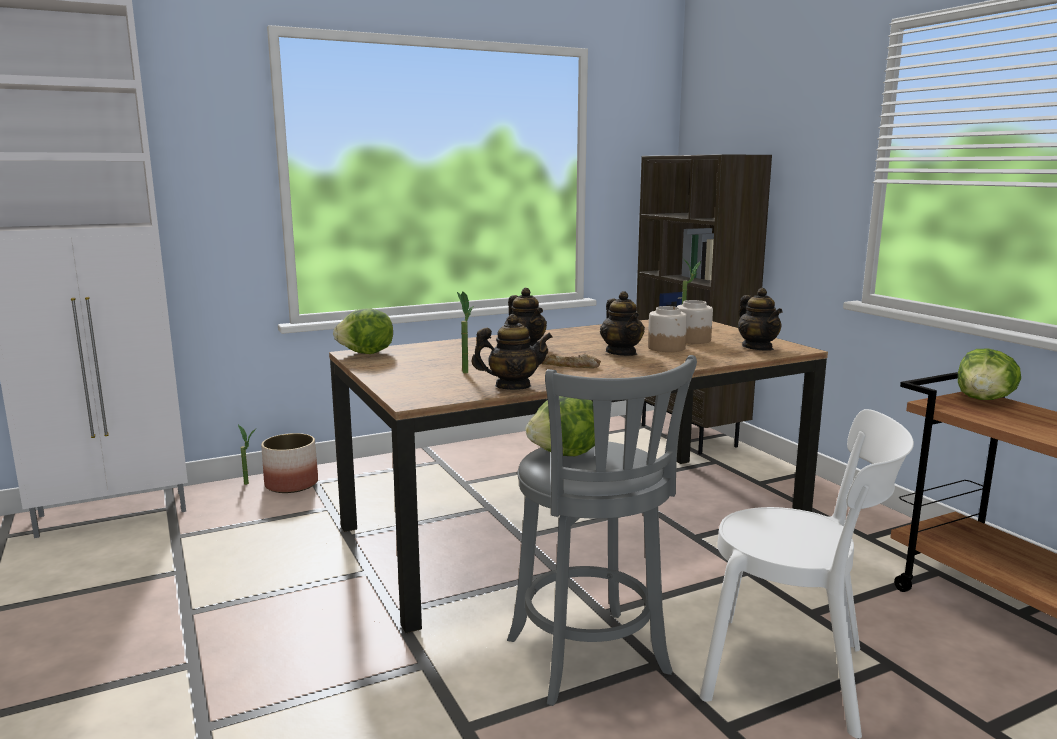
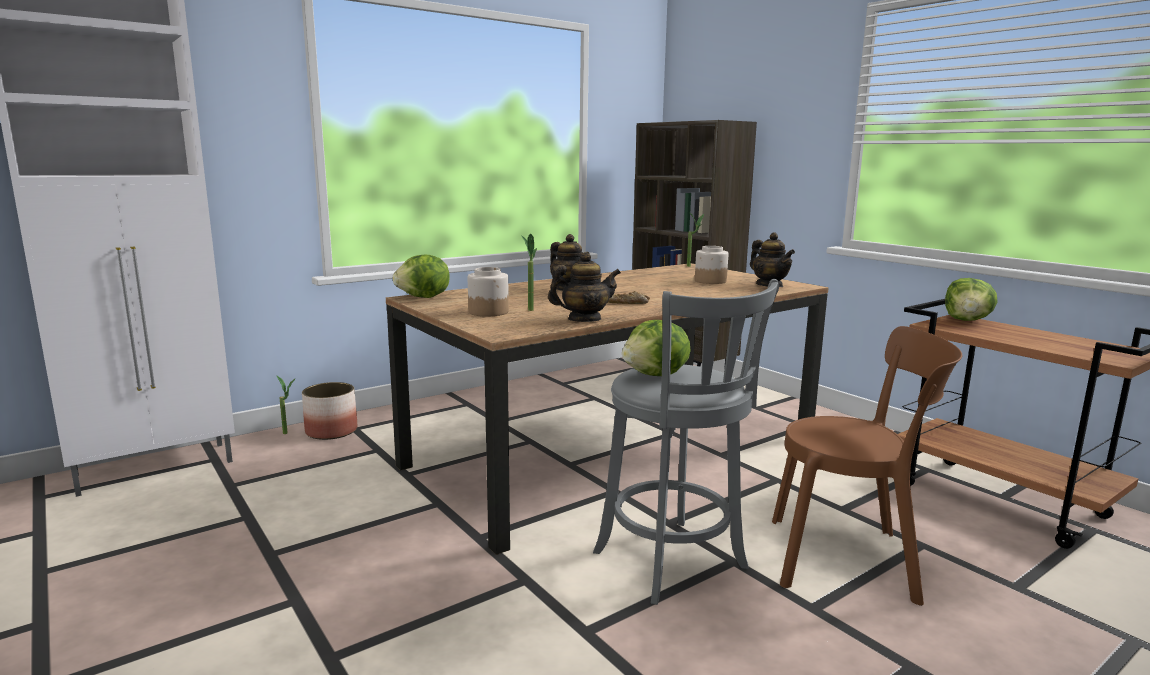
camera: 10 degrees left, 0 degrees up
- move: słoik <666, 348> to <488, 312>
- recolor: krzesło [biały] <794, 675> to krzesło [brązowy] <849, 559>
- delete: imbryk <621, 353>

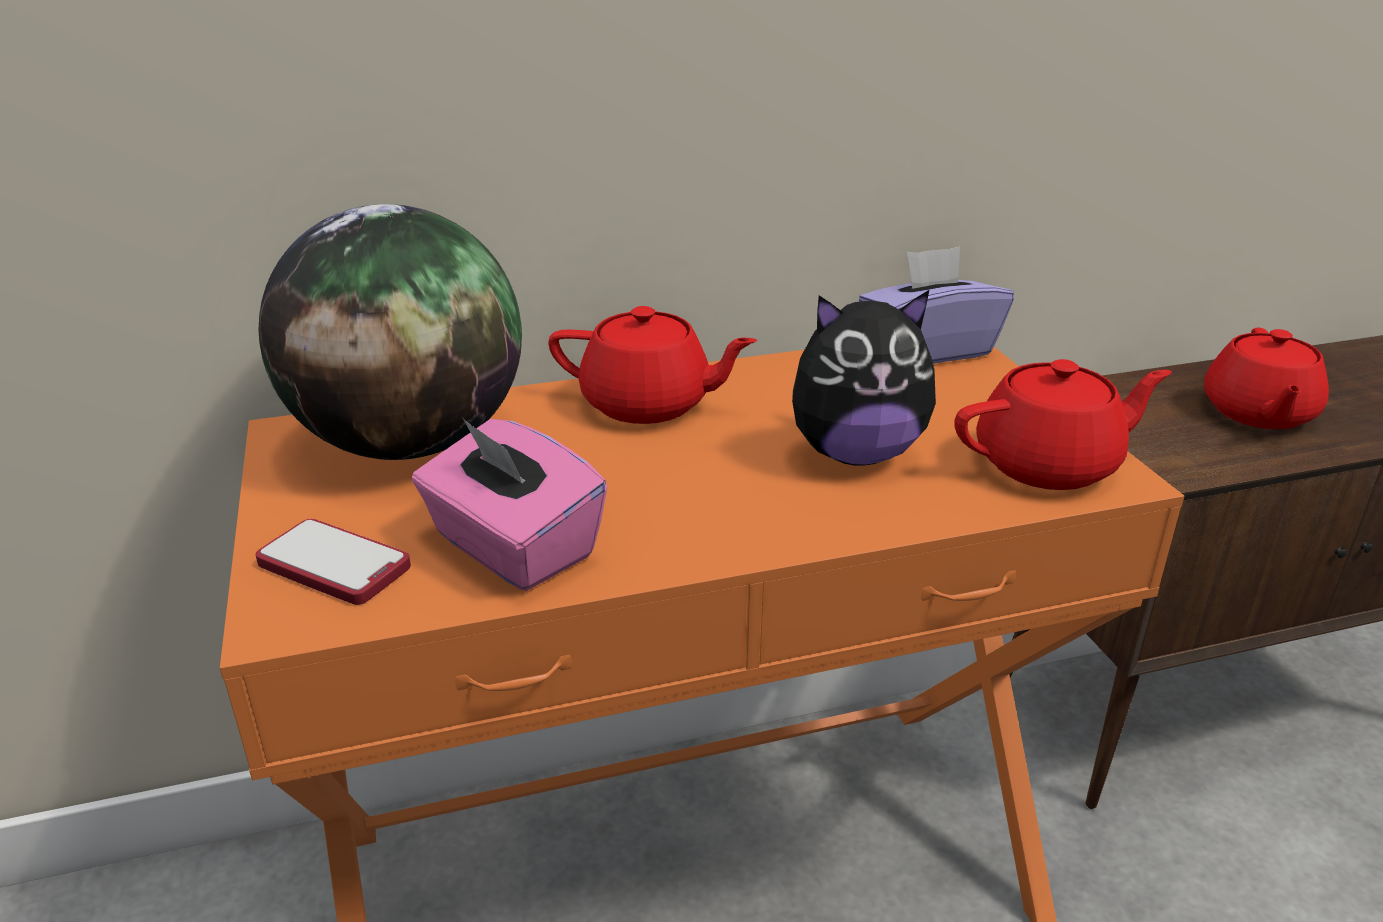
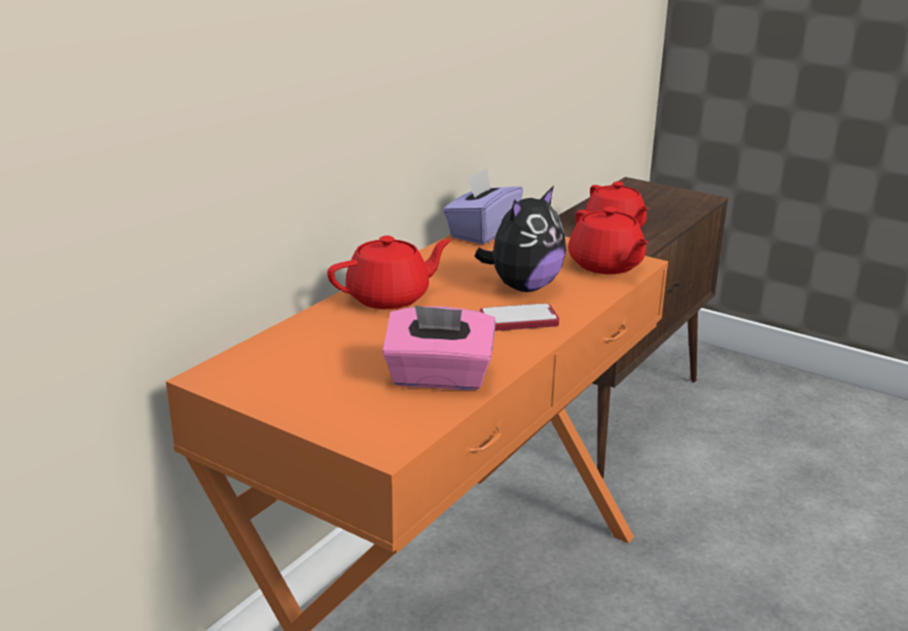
camera: 40 degrees left, 5 degrees down
- move: telefon <334, 565> to <518, 320>
- rotate: imbryk [czerwony] <1049, 465> = <606, 265> 120 degrees clockwise
- delete: globus <411, 443>

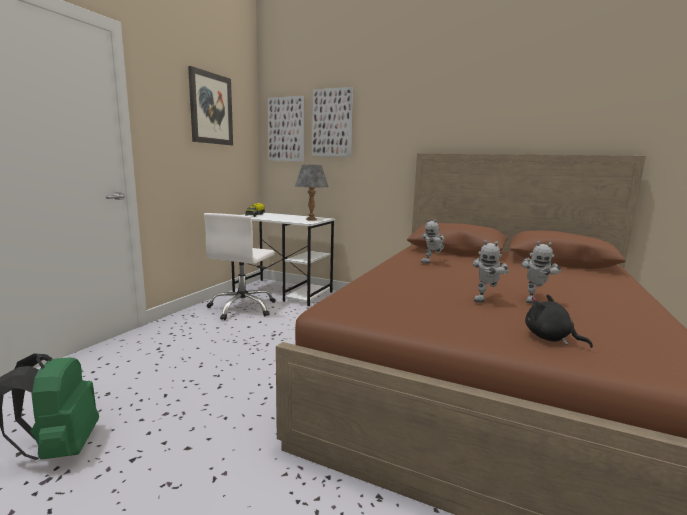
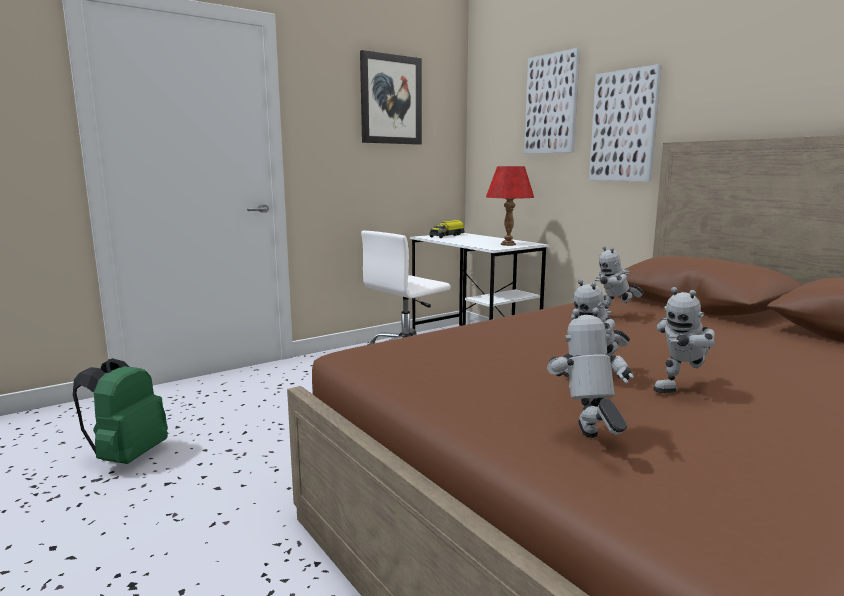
camera: 30 degrees right, 0 degrees up
- recolor: lampa stołowa [szary] <311, 219> to lampa stołowa [czerwony] <508, 244>
- replace: pluszak [czarny] <550, 338> to robot zabawkowy <588, 442>
- move: obraz <286, 129> to <624, 126>

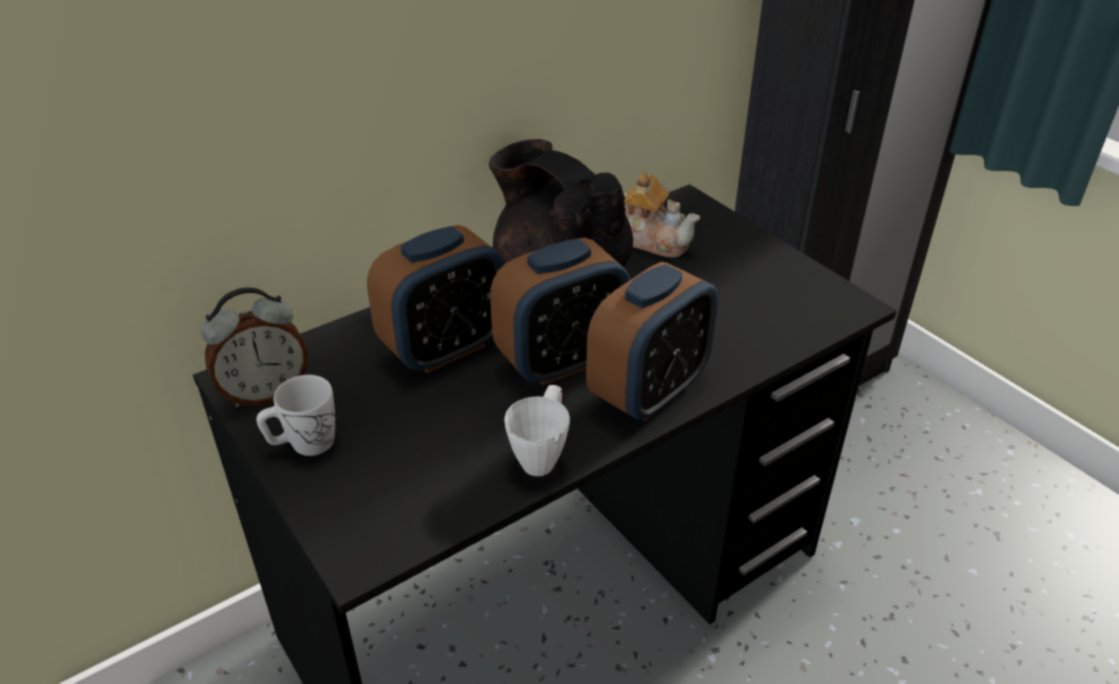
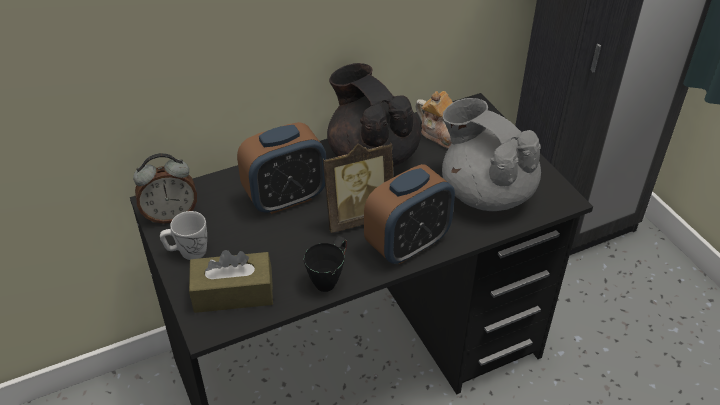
camera: 10 degrees right, 5 degrees up
- insert: pudełko chusteczek [brązowy] <233, 293>
- recolor: kubek [biały] <542, 454> to kubek [czarny] <329, 277>
- replace: budzik <561, 361> to ramka na zdjęcie <357, 216>
- insert: imbryk [szary] <485, 192>

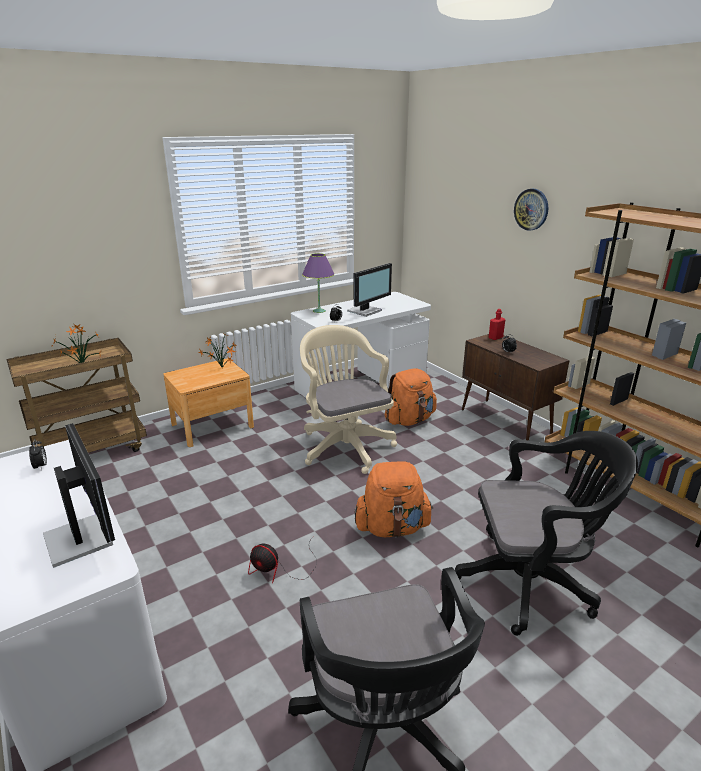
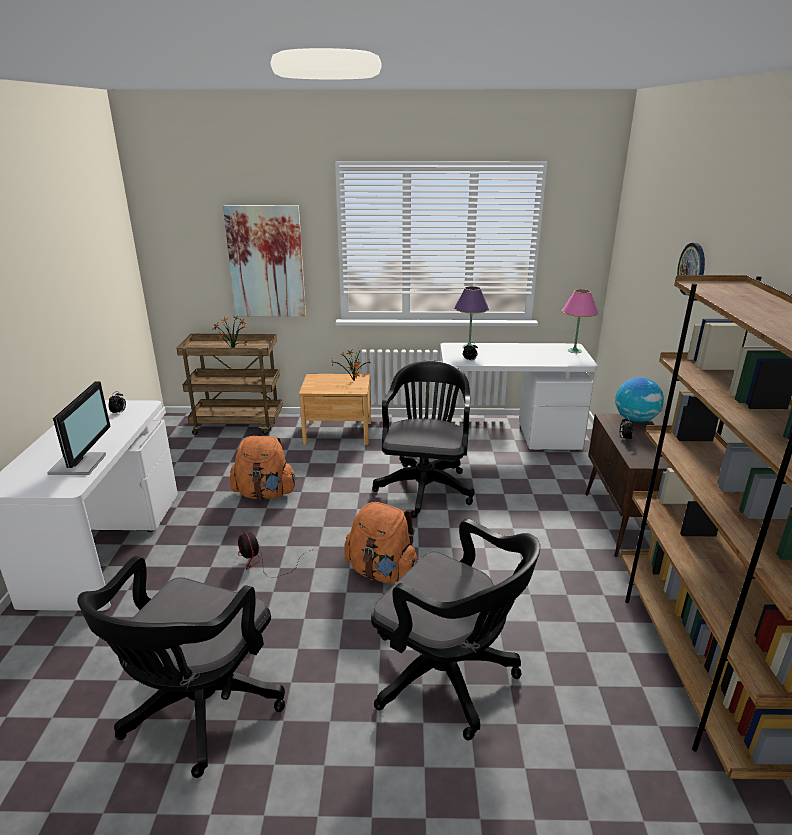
camera: 35 degrees right, 0 degrees up
- insert: obraz <266, 262>
- move: plecak [pomarańczowy] <409, 420> to <265, 493>
- recolor: krzesło biurowe [beżowy] <344, 445> to krzesło biurowe [czarny] <425, 486>
- insert: lampa stołowa [różowy] <574, 351>
- replace: butelka [czerwony] <495, 338> to globus <635, 420>
- delete: monitor <366, 311>

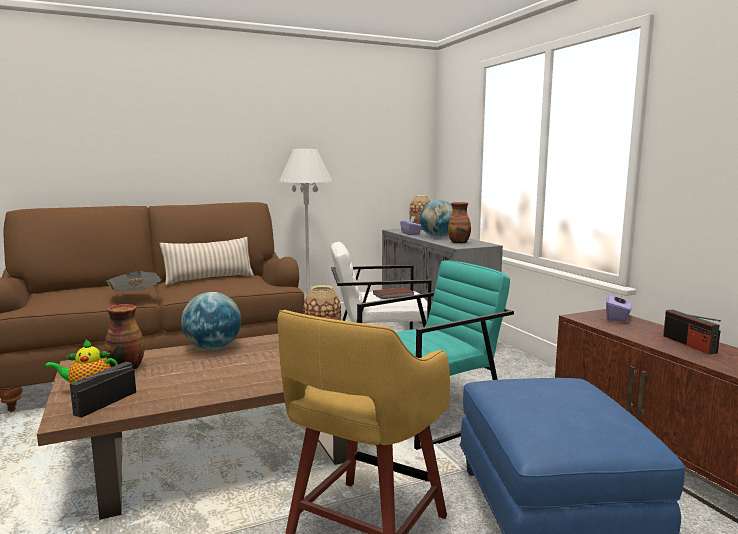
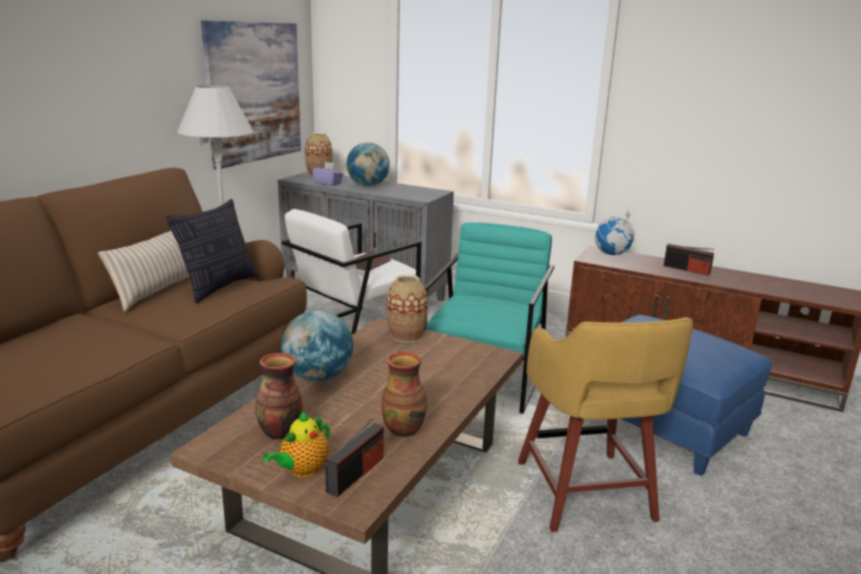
camera: 40 degrees left, 10 degrees up
- insert: poduszka <219, 287>
- insert: obraz <254, 92>
- rotate: radio <105, 403> = <356, 474> 135 degrees counterclockwise
- move: wazon <459, 242> to <404, 429>
- replace: pudełko chusteczek [fioletowy] <617, 318> to globus <612, 254>
- delete: gazeta <136, 296>

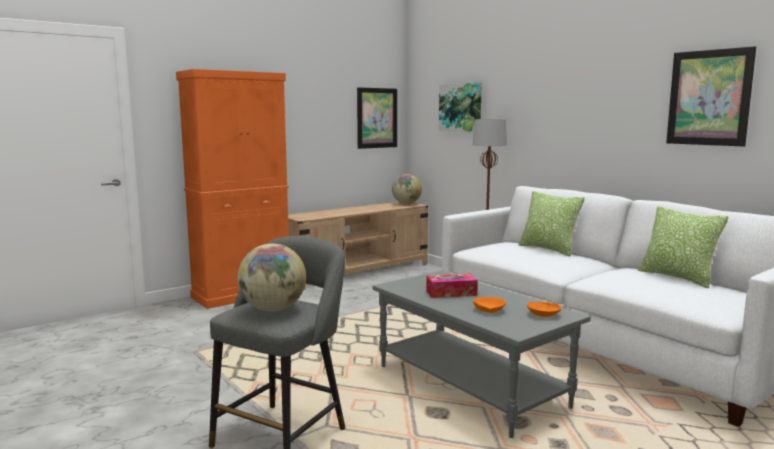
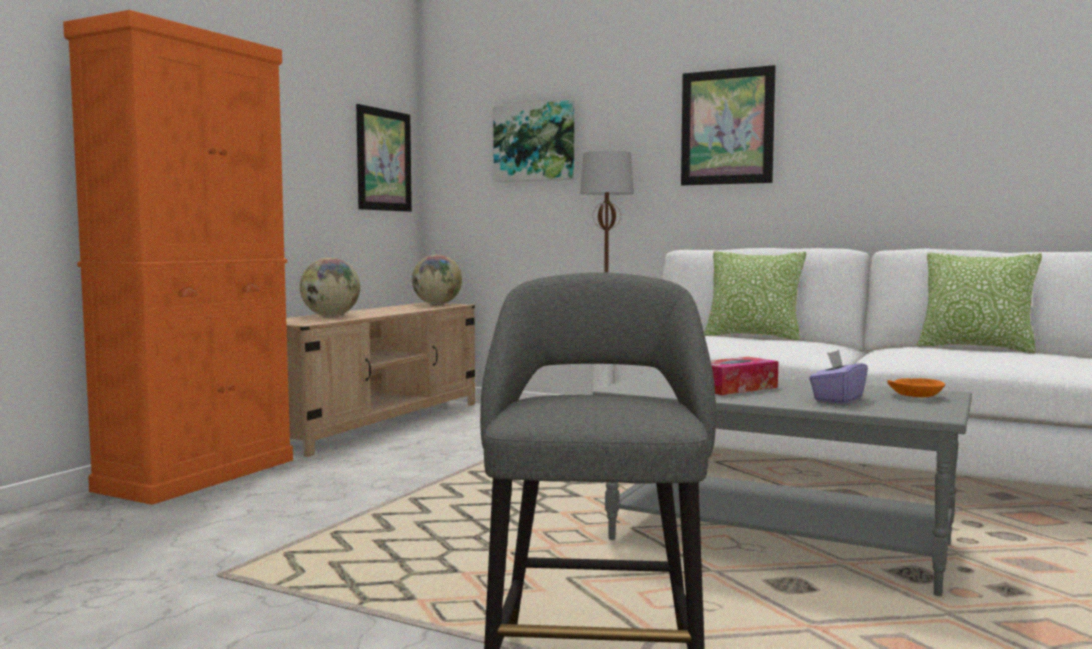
camera: 25 degrees left, 5 degrees down
- move: globus <273, 309> to <330, 316>
- move: obraz <709, 98> to <727, 127>
- replace: miska [pomarańczowy] <489, 310> to pudełko chusteczek [fioletowy] <837, 399>

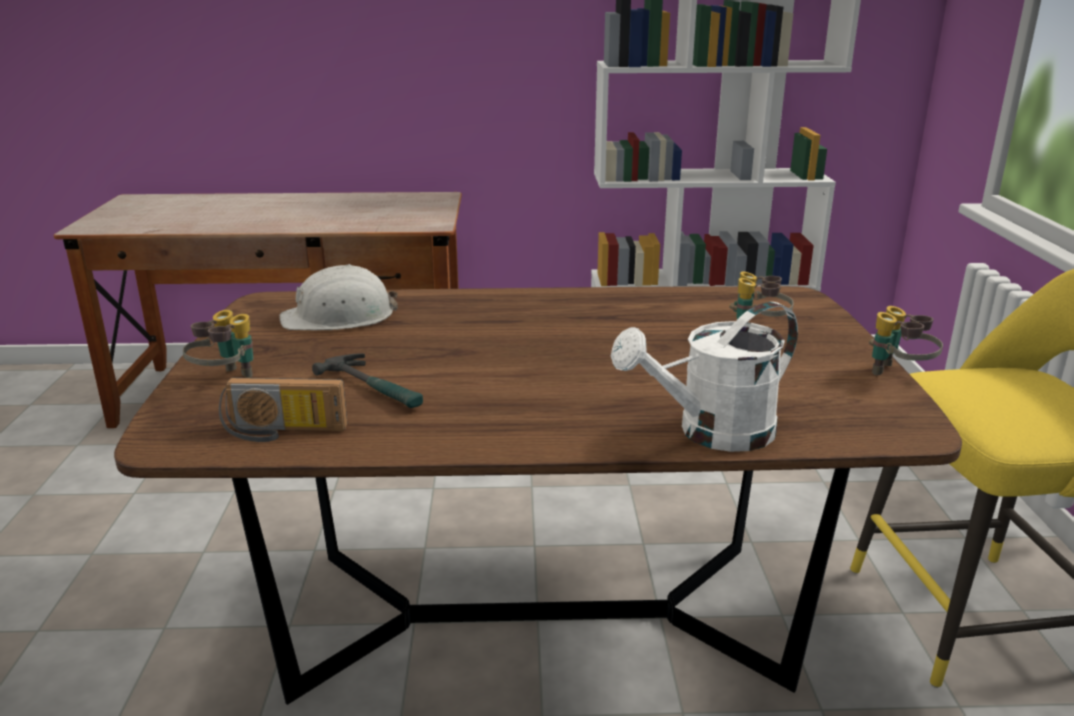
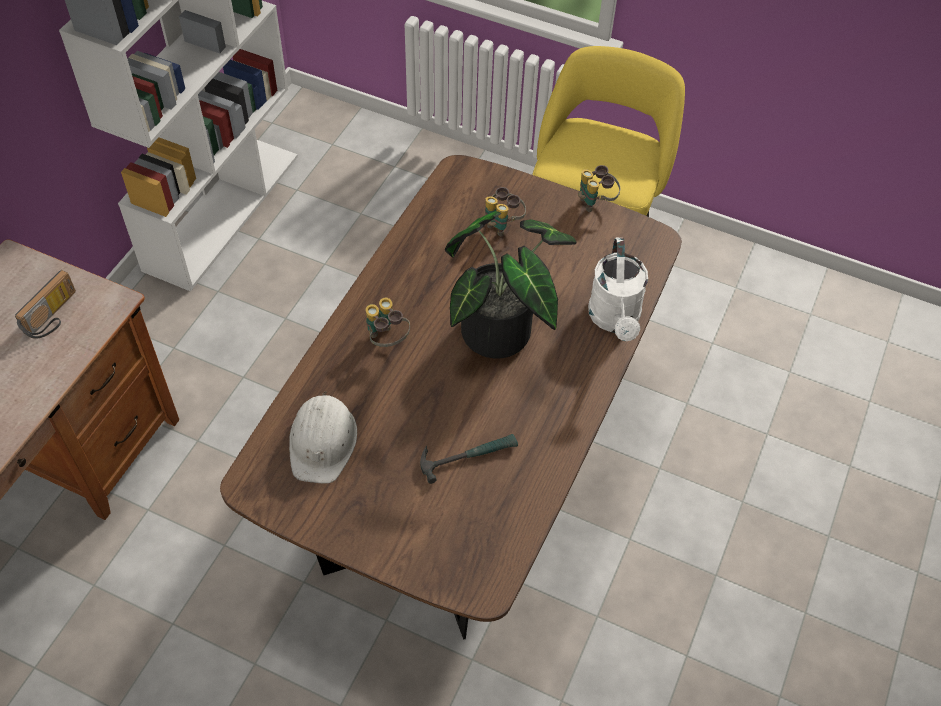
camera: 65 degrees left, 30 degrees up
- move: radio <282, 432> to <53, 317>
- move: lornetka <226, 380> to <386, 340>
- insert: roślina doniczkowa <505, 331>

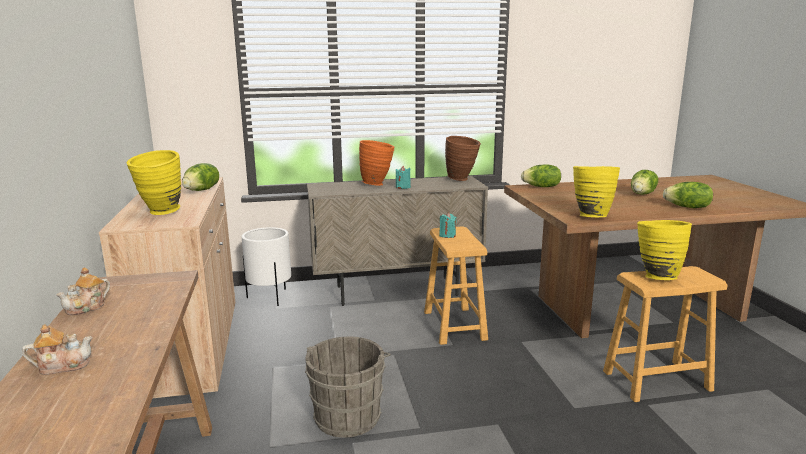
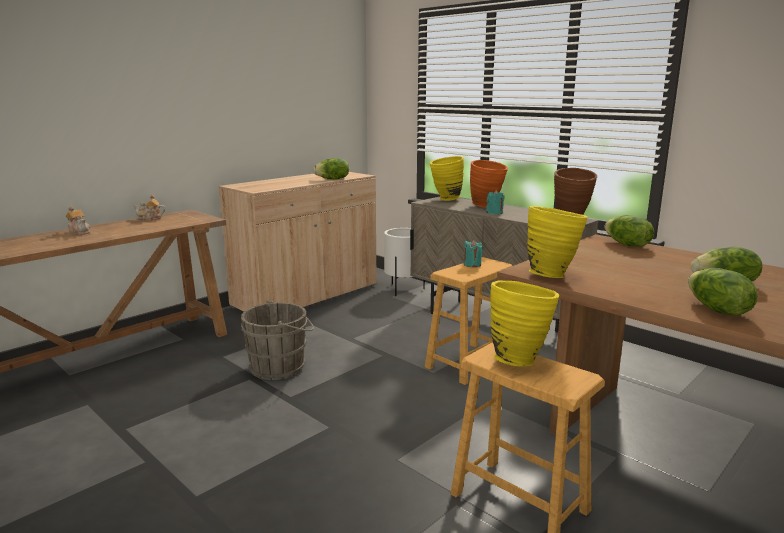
camera: 55 degrees right, 0 degrees up
- move: wazon [żółty] <160, 213> to <445, 199>

